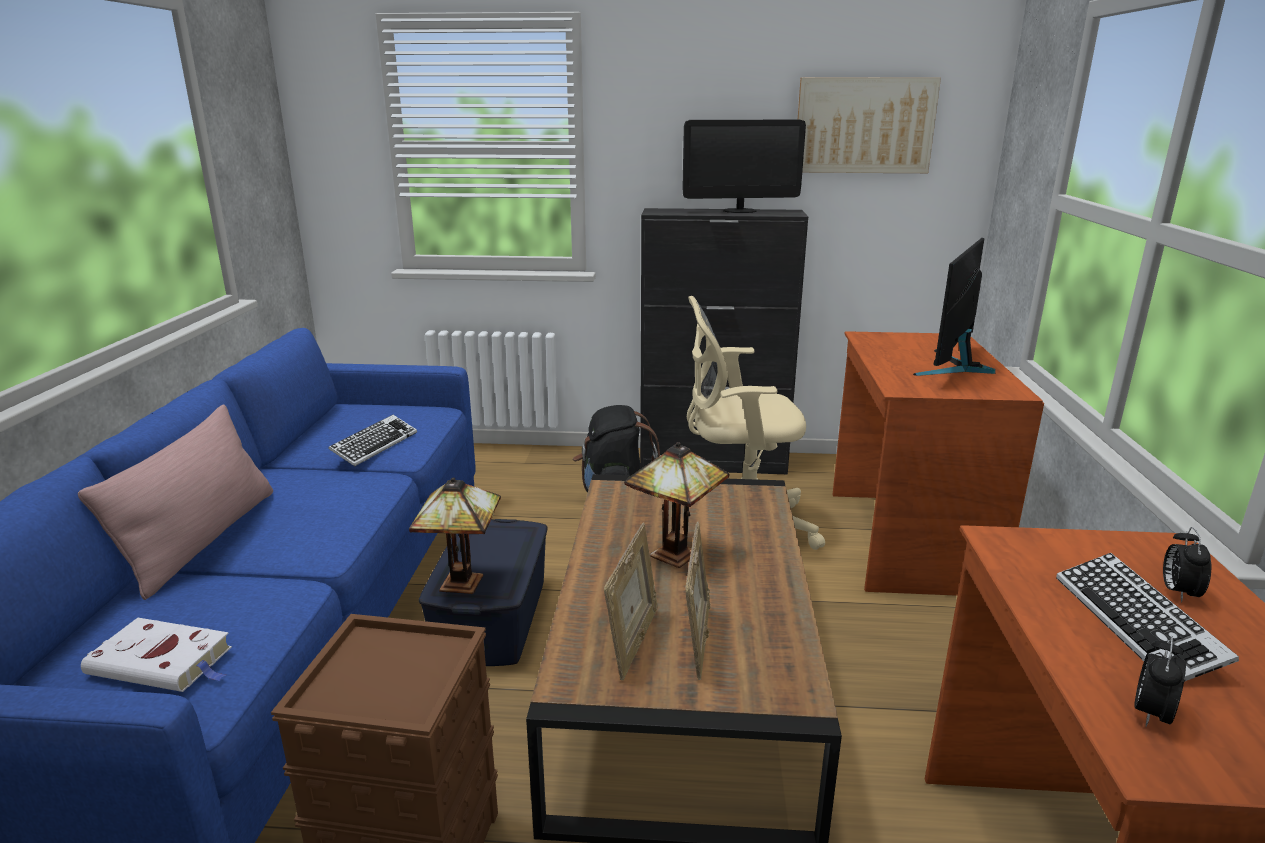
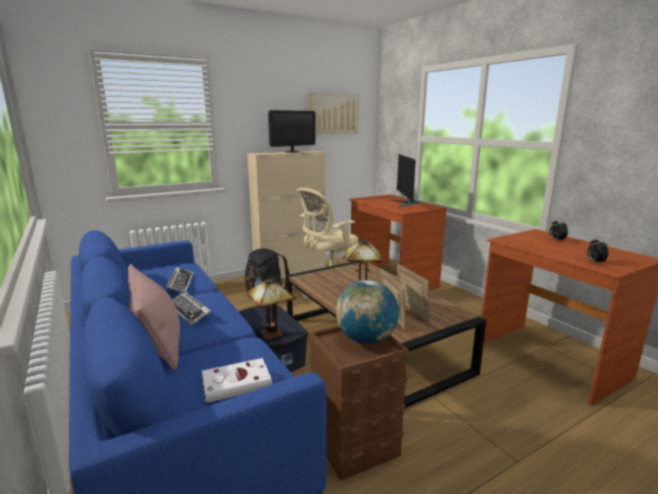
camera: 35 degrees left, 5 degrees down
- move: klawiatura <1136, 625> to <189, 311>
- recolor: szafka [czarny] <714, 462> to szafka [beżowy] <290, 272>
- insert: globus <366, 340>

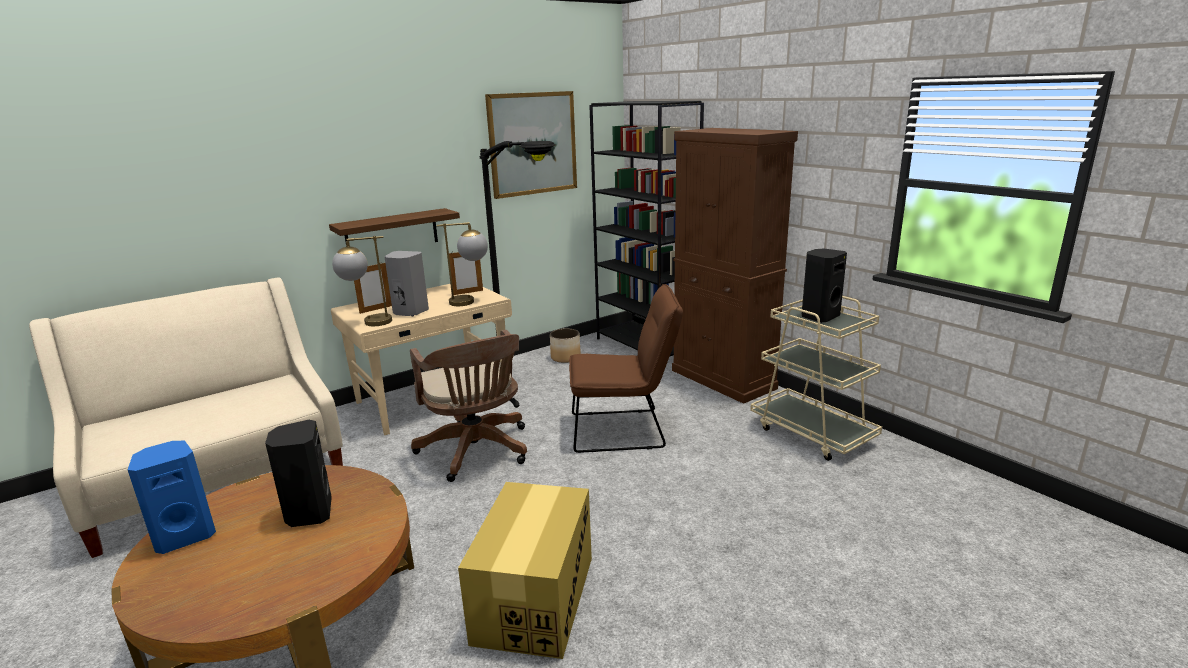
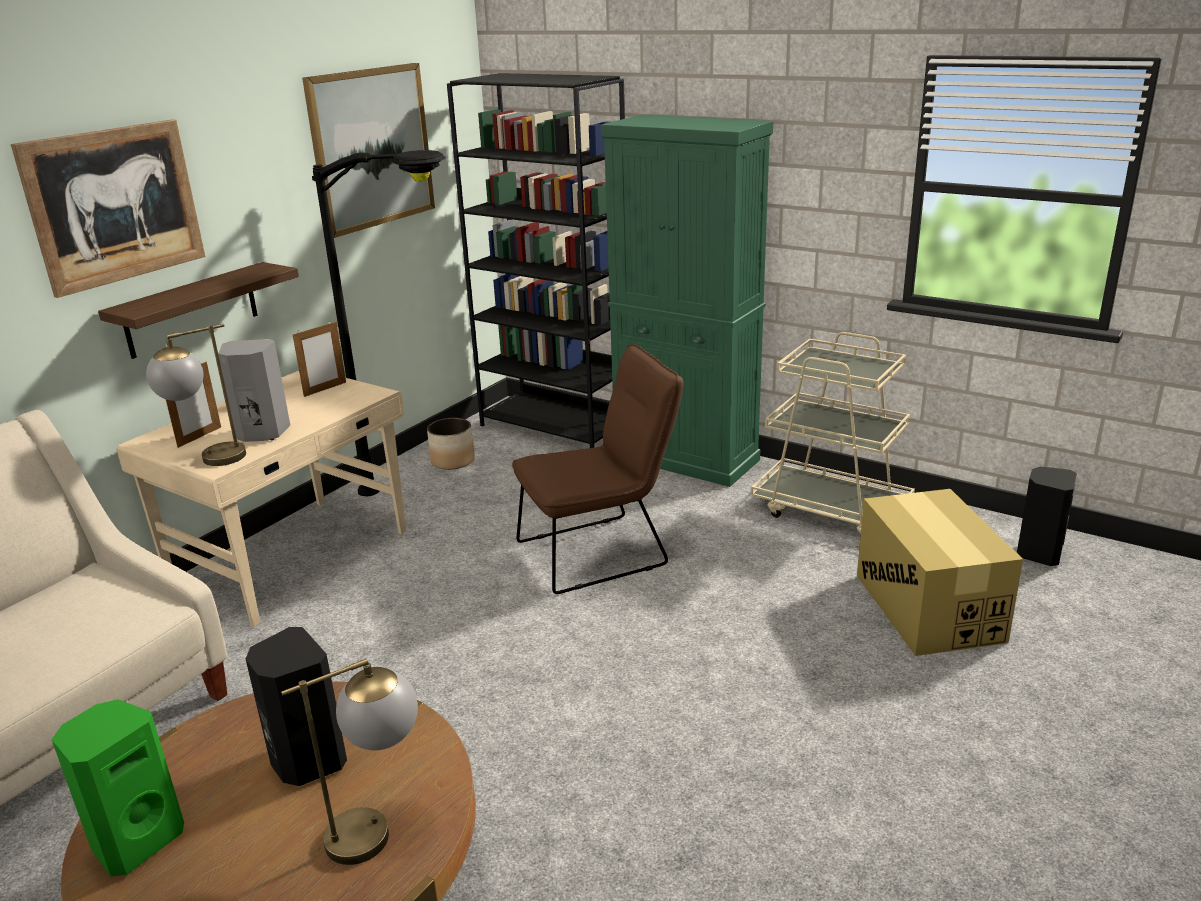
camera: 20 degrees left, 5 degrees up
- insert: obraz <115, 205>
- recolor: głośnik [niebieski] <185, 536> to głośnik [zielony] <136, 841>
- move: lampa stołowa <471, 301> to <379, 828>
- recolor: szafka [brązowy] <723, 379> to szafka [zielony] <686, 458>
- move: karton <535, 598> to <928, 607>
- move: głośnik [czarny] <819, 317> to <1038, 553>
- delete: krzesło biurowe [brązowy] <477, 452>

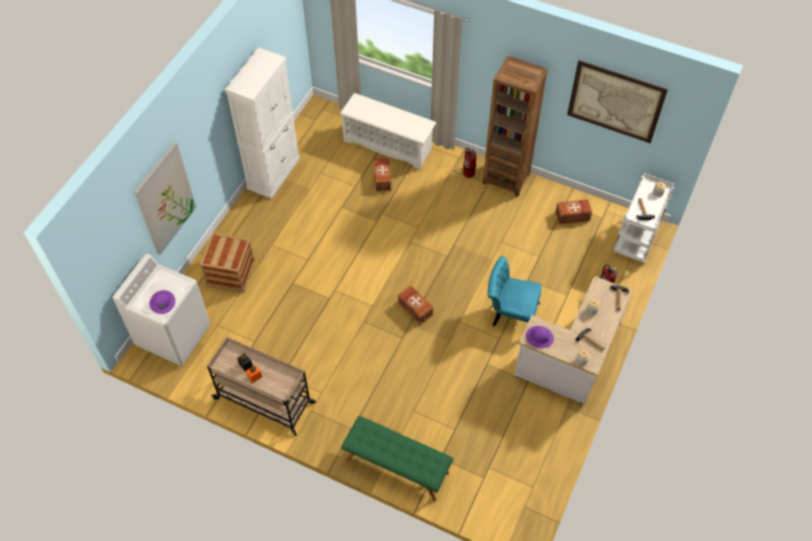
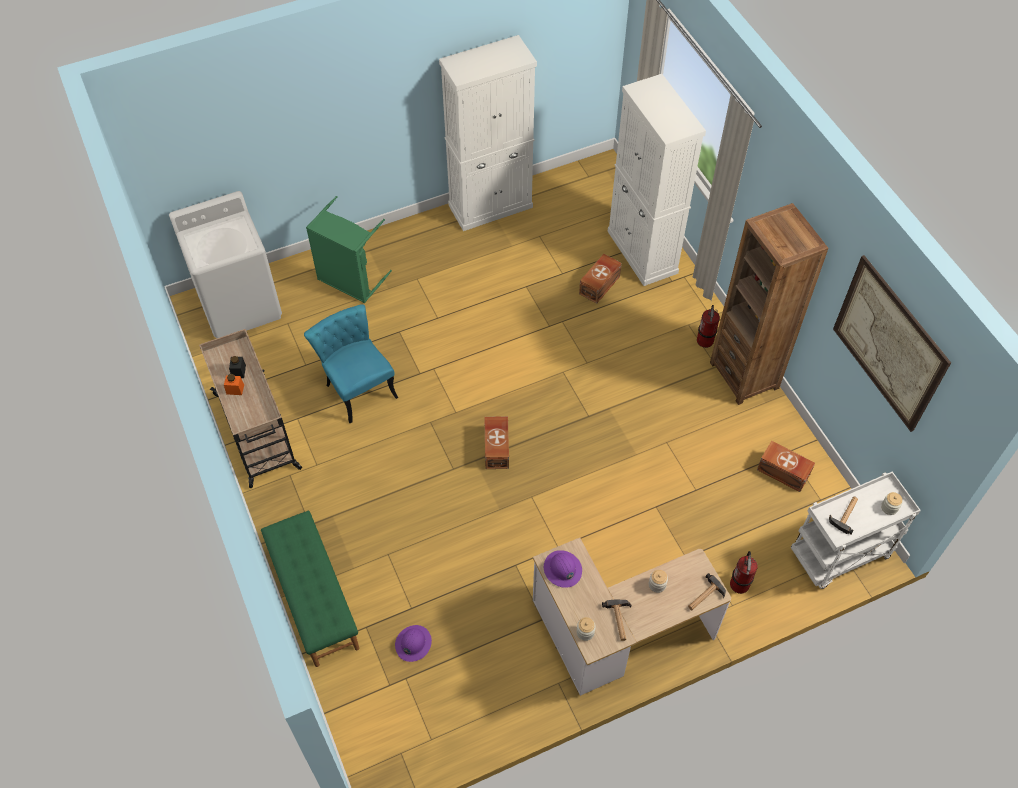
camera: 40 degrees right, 0 degrees up
- move: krzesło [turkusowy] <510, 313> to <357, 386>
- replace: skrzynka <231, 273> to kosz na pranie [zielony] <350, 281>
- move: kask [fioletowy] <162, 302> to <413, 643>
- replace: regał na buty [biały] <388, 145> to szafka [biały] <642, 252>
- delete: obraz <165, 199>

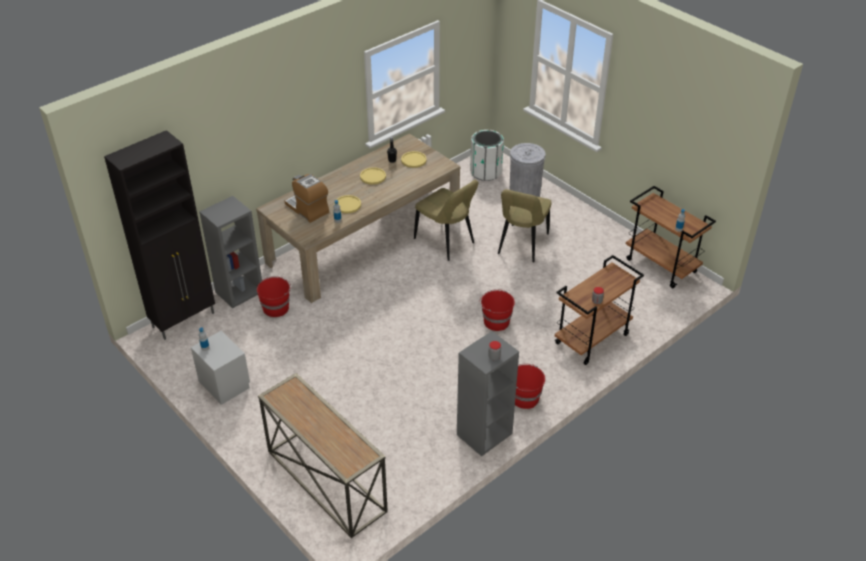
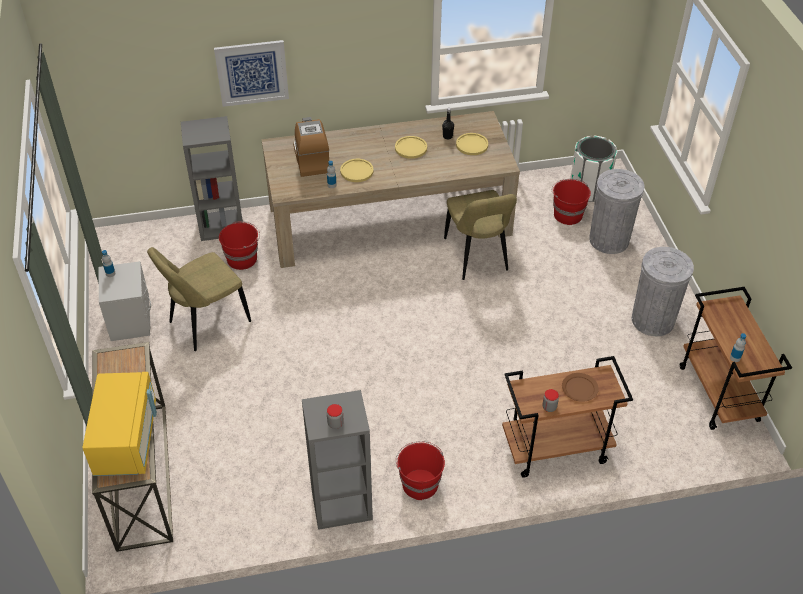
camera: 30 degrees right, 5 degrees up
- insert: mikrofalówka [żółty] <127, 439>
- move: krzesło [beżowy] <522, 245> to <206, 323>
- insert: obraz <252, 73>
- move: wiadro [czerwony] <496, 321> to <567, 214>
- insert: talerz [brązowy] <580, 388>
- insert: kosz na śmieci [szary] <653, 320>
- delete: szafka [czarny] <184, 320>

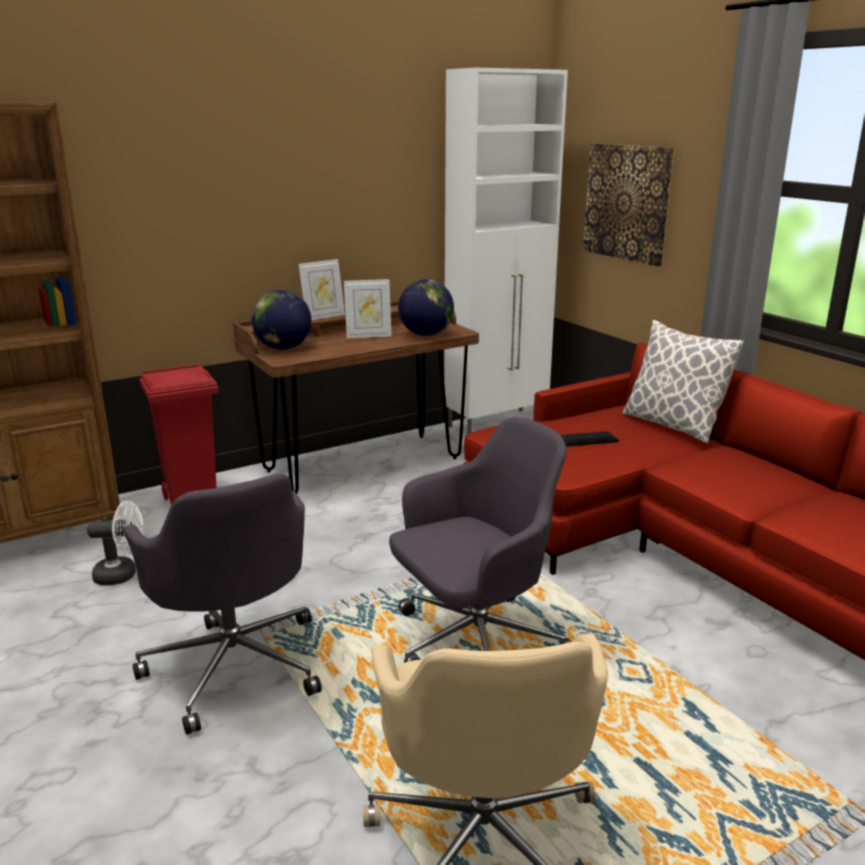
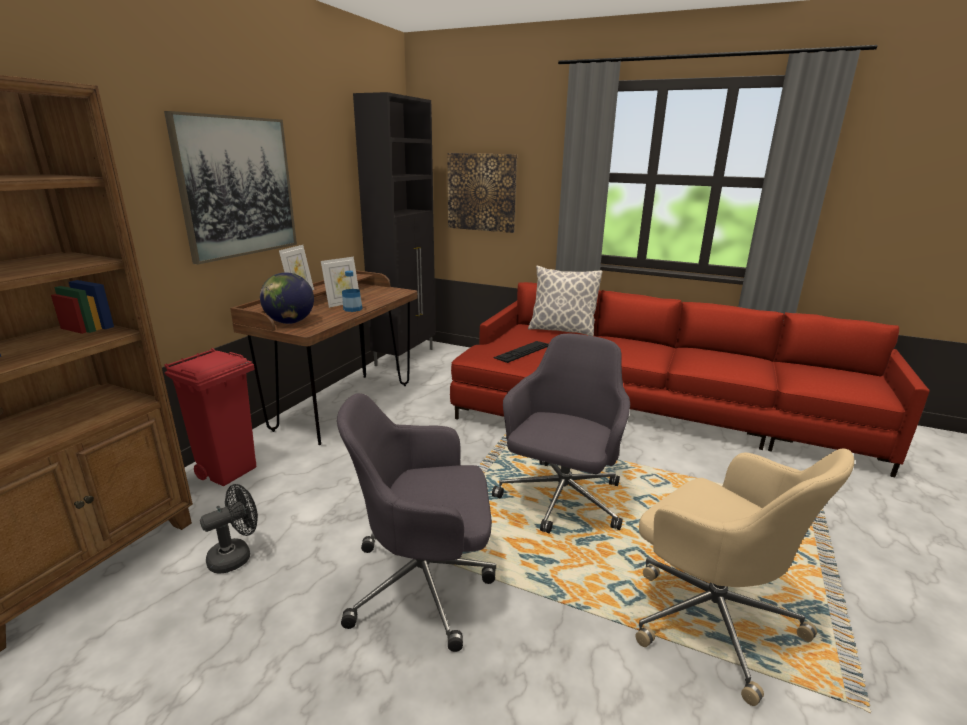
camera: 35 degrees left, 0 degrees up
- insert: obraz <237, 187>
- recolor: wentylator [biały] <122, 575> to wentylator [czarny] <236, 556>
- rotate: krzesło biurowe [szary] <235, 664> = <424, 583> 150 degrees clockwise
- insert: butelka <353, 309>
- recolor: szafka [biały] <497, 423> to szafka [czarny] <405, 357>
- delete: globus <426, 334>

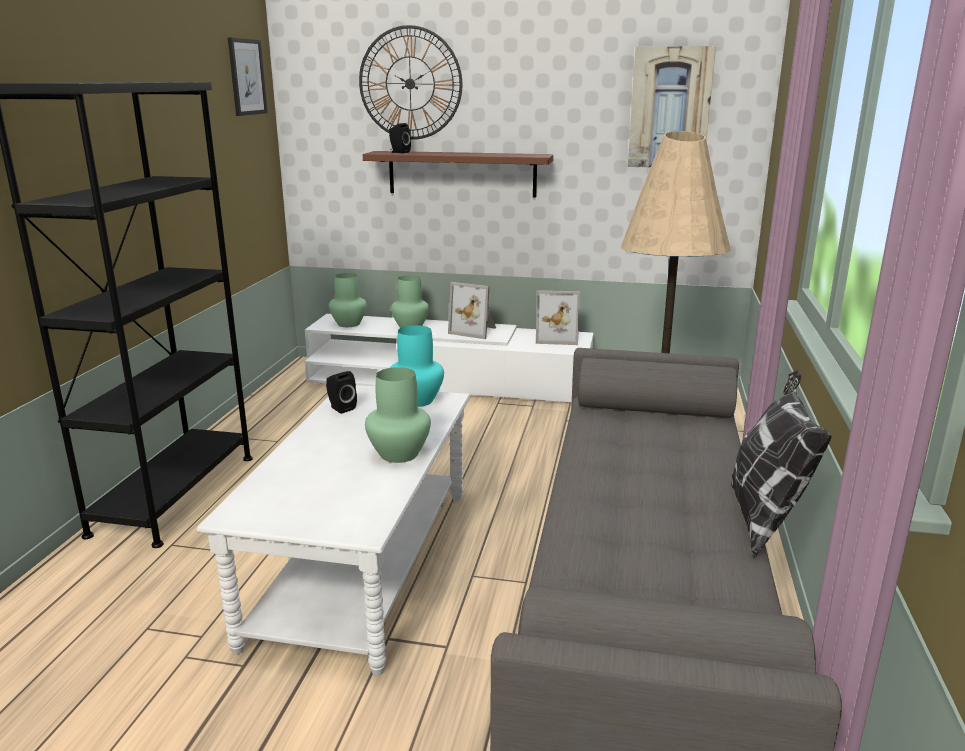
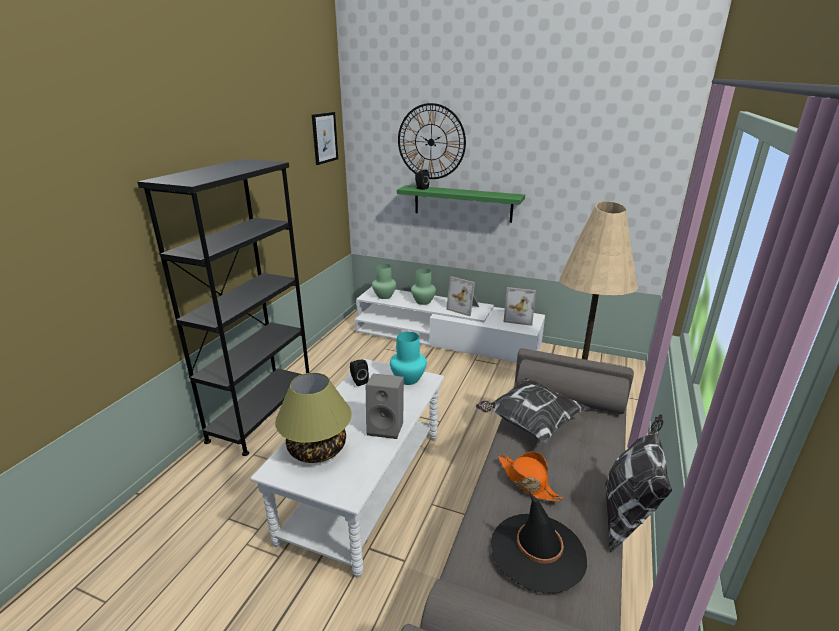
camera: 10 degrees right, 5 degrees up
- insert: lampa stołowa <317, 449>
- replace: wazon [zielony] <399, 453> to głośnik [szary] <387, 427>
- recolor: półka [brązowy] <462, 174> to półka [zielony] <462, 203>
- insert: poduszka <530, 422>
- insert: kapelusz [czarny] <537, 551>
- insert: kapelusz [pomarańczowy] <527, 481>
- delete: obraz <670, 108>

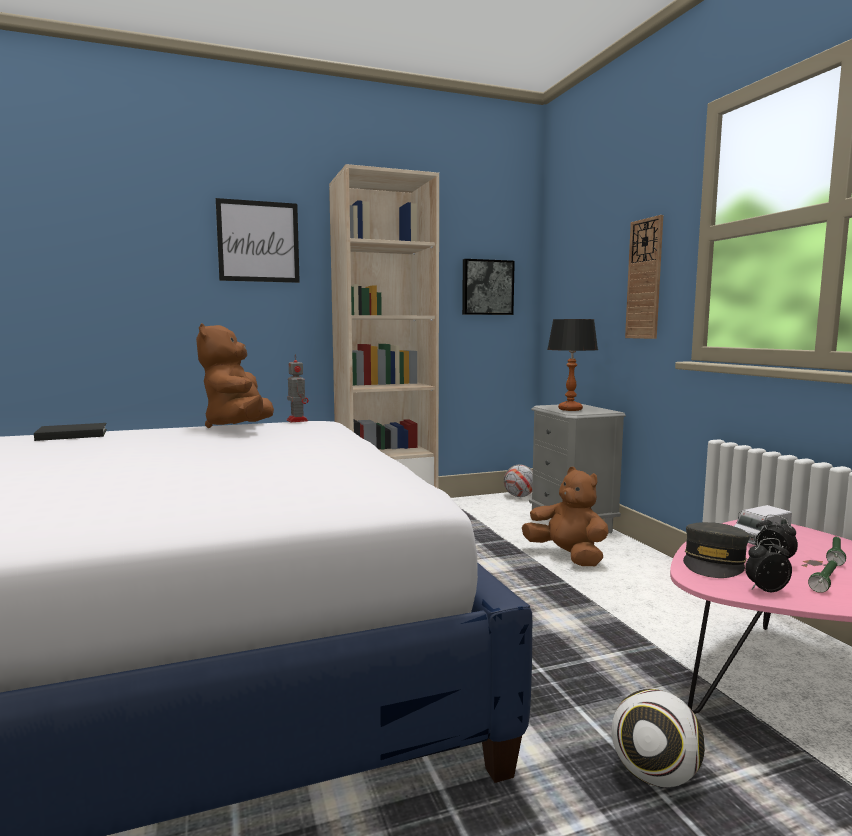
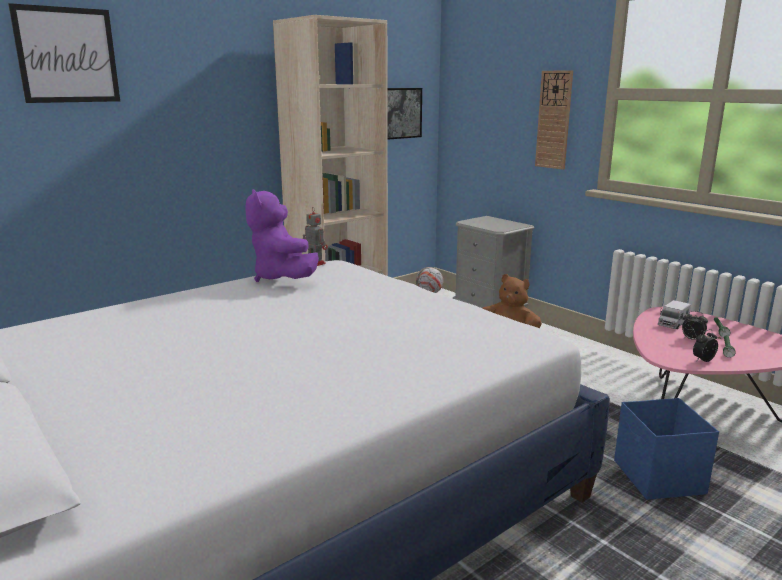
camera: 20 degrees left, 10 degrees up
- move: obraz <258, 241> to <67, 55>
- recolor: pluszak [brązowy] <239, 427> to pluszak [fioletowy] <282, 278>
- replace: piłka futbolowa <655, 776> to pojemnik do przechowywania [niebieski] <658, 478>
- delete: książka [czarny] <70, 435>
- delete: lampa stołowa <570, 409>
- delete: czapka z daszkiem [szary] <714, 562>

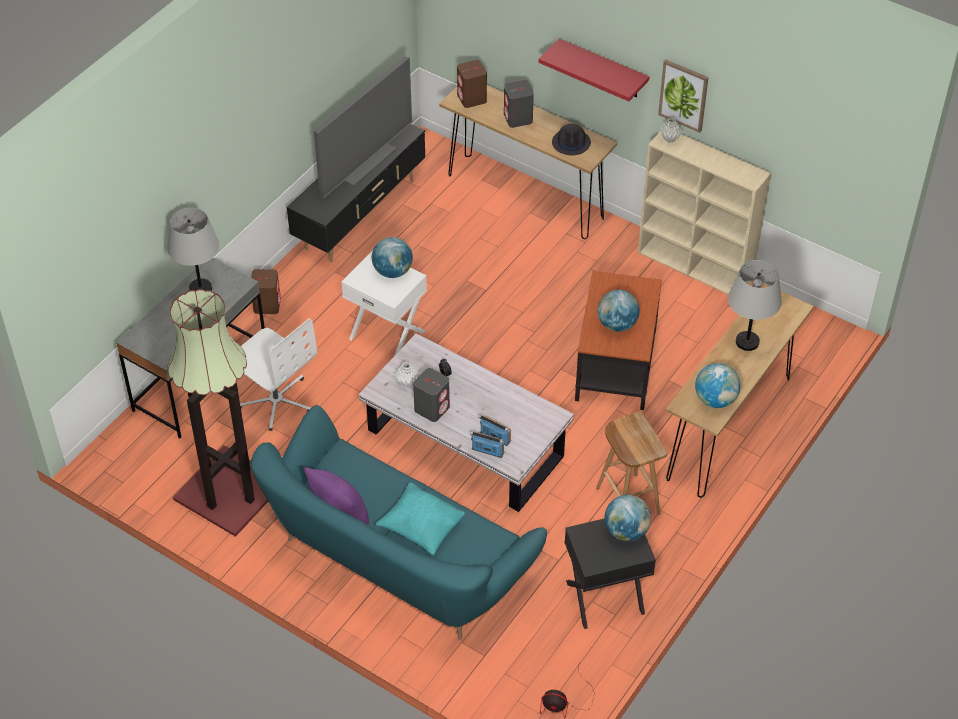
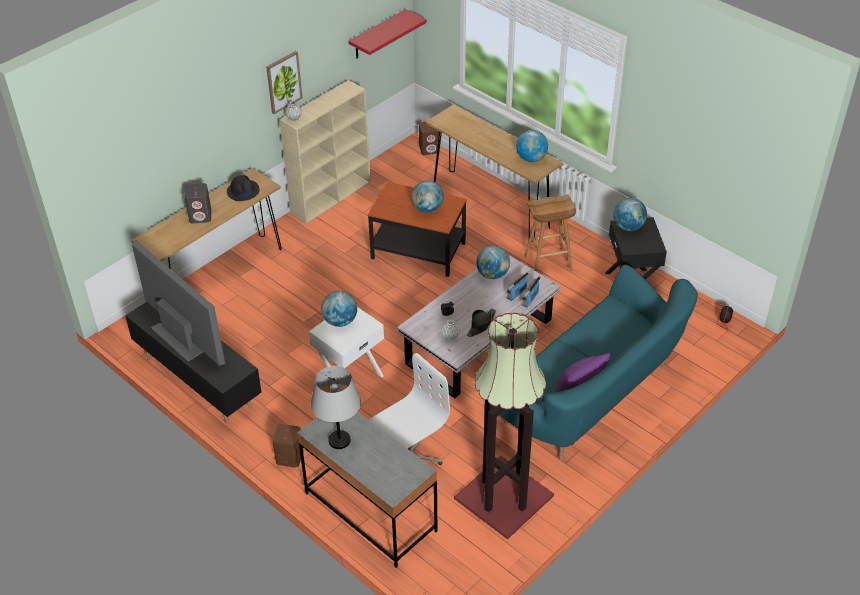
camera: 80 degrees left, 5 degrees down
- move: półka [czerwony] <603, 69> to <378, 35>
- move: głośnik [brązowy] <472, 98> to <429, 149>
- replace: głośnik [szary] <432, 408> to kapelusz [czarny] <481, 325>
- insert: globus <492, 274>
- delete: poduszka [turkusowy] <421, 528>
- delete: lampa stołowa [szary] <747, 341>

